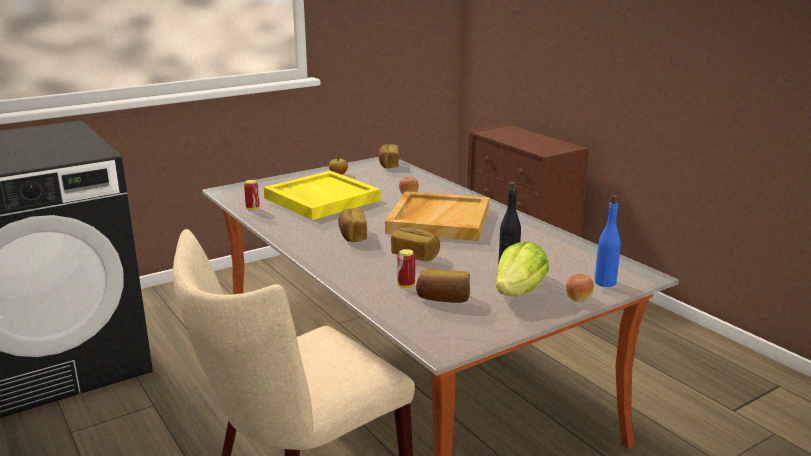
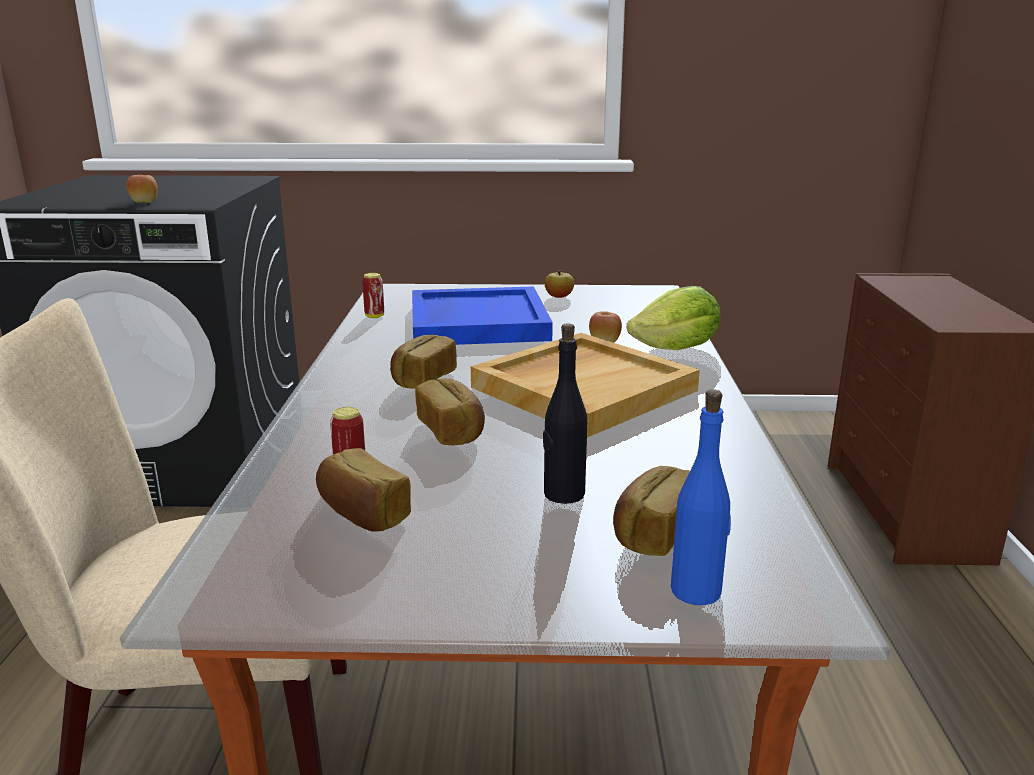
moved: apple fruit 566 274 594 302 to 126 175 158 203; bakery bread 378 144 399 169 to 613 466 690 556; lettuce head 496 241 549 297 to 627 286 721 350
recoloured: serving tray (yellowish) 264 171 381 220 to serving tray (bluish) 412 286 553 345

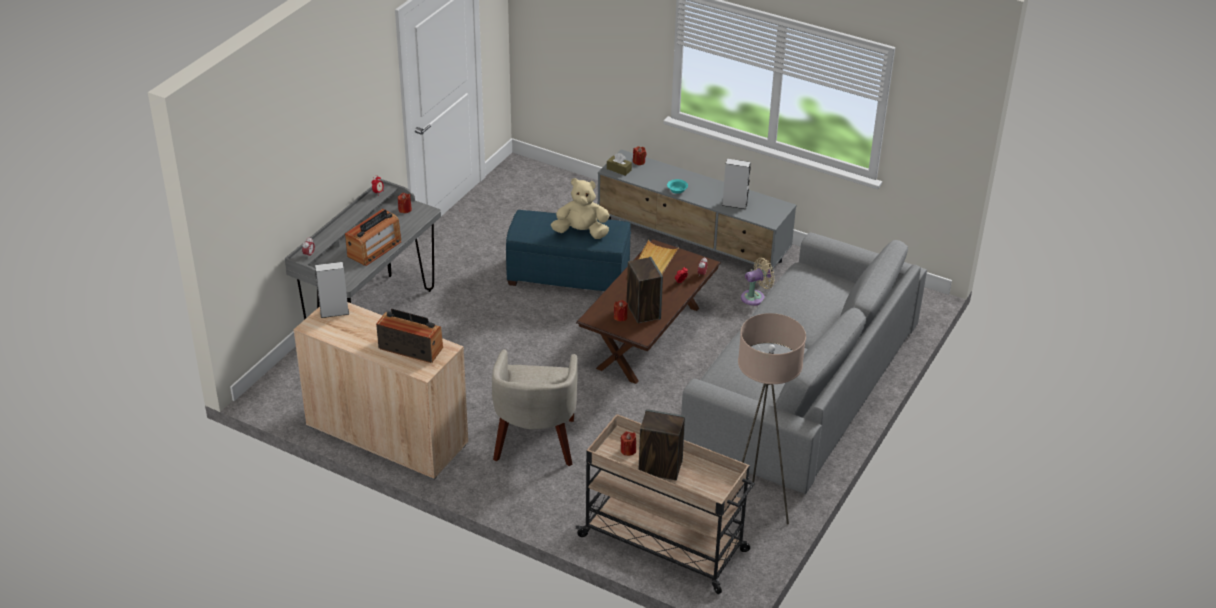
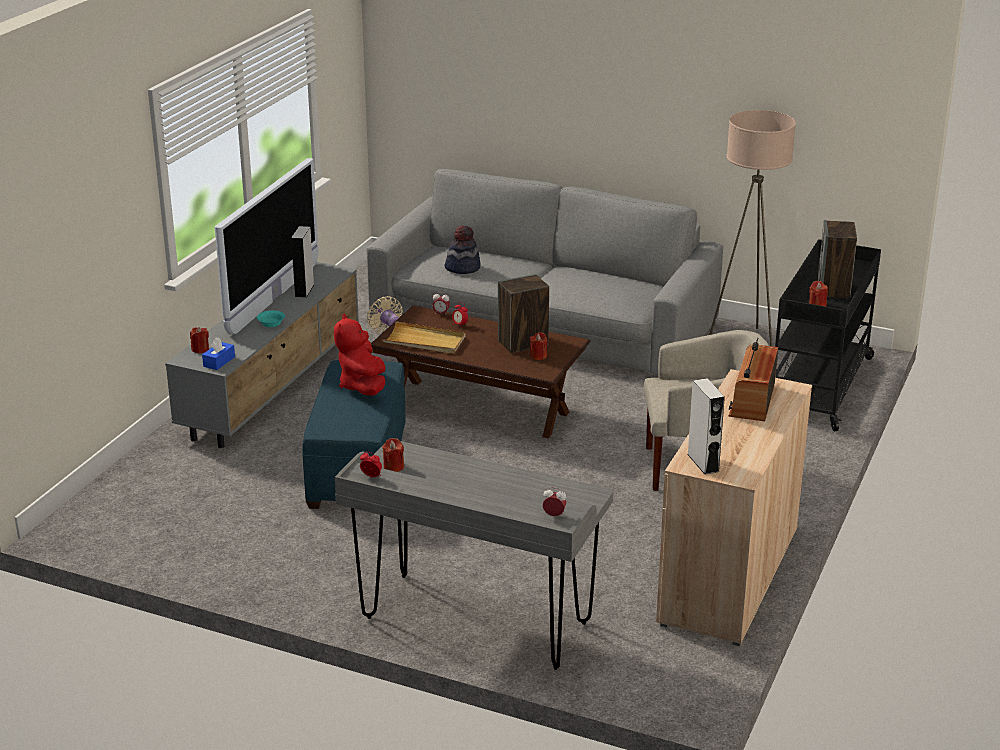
removed: radio 345 209 402 266
added: TV 215 158 319 334; wearable hat 444 225 481 274
recoloured: box of tissues (brown-coloured) 607 153 632 176 to box of tissues (bluish) 202 337 235 370; cuddly toy (beige) 551 178 610 239 to cuddly toy (red) 334 314 386 396; cart (beige) 575 414 755 594 to cart (black-coloured) 775 239 881 431

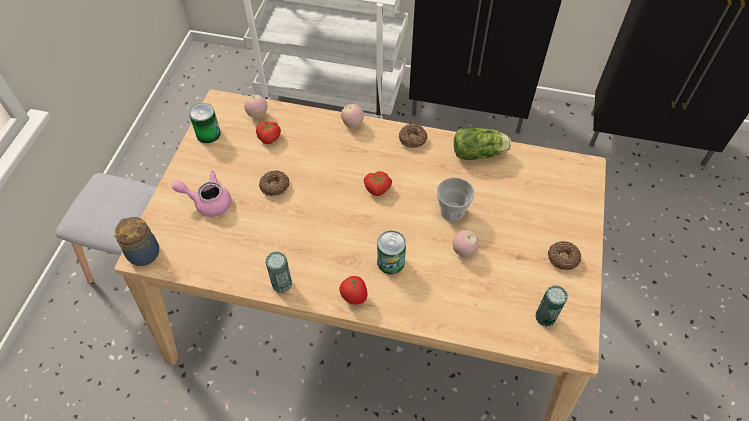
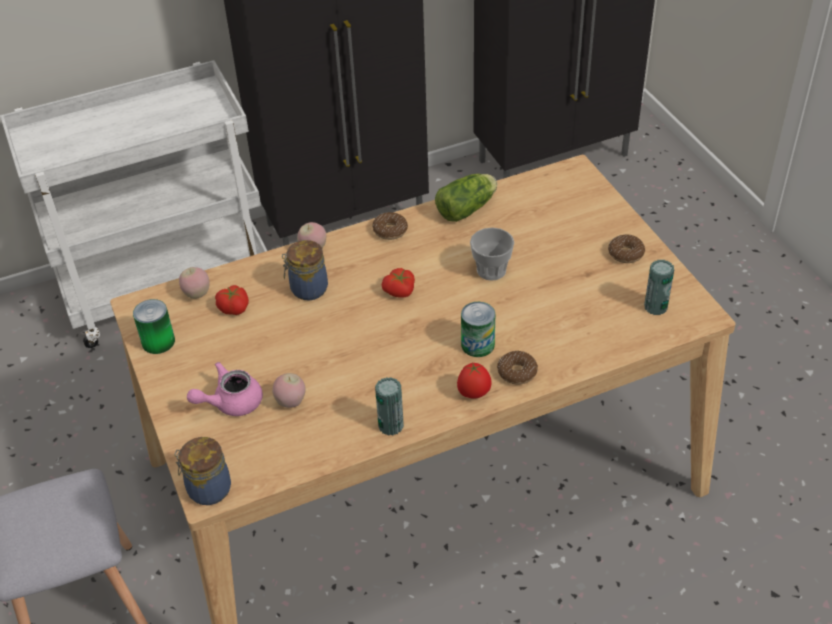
added: storage jar 282 240 328 300
moved: apple fruit 452 230 479 257 to 272 373 306 408; doughnut 259 170 289 196 to 497 351 538 385

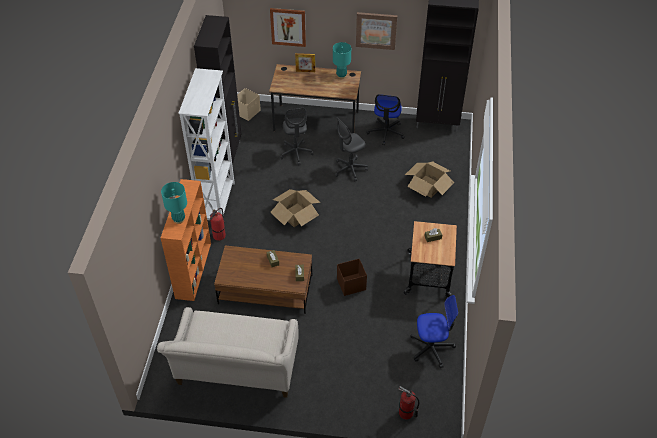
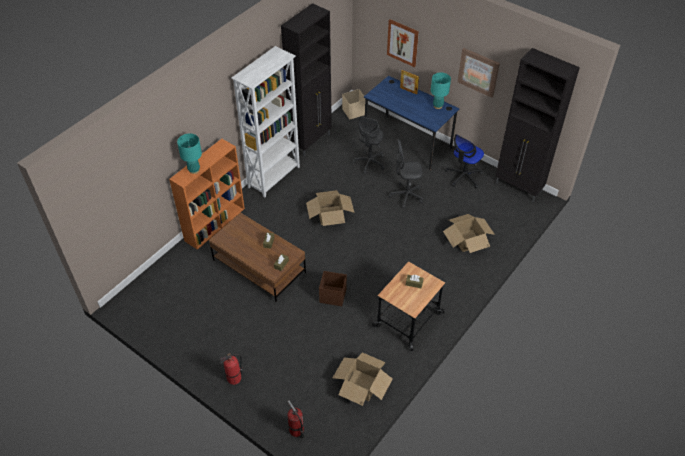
removed: sofa (beige) 157 307 299 398
moved: extinguisher 210 208 226 241 to 220 353 242 385
replaced: computer chair 410 295 459 368 to packing box 333 352 392 406
recoloured: desk (brown-coloured) 269 64 361 133 to desk (bluish) 364 76 459 170

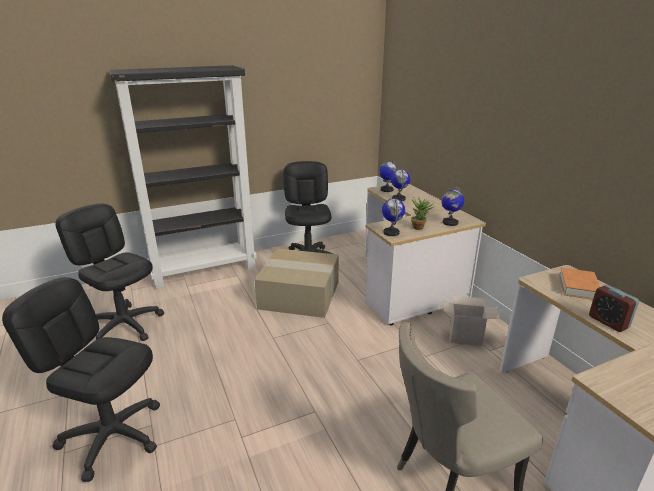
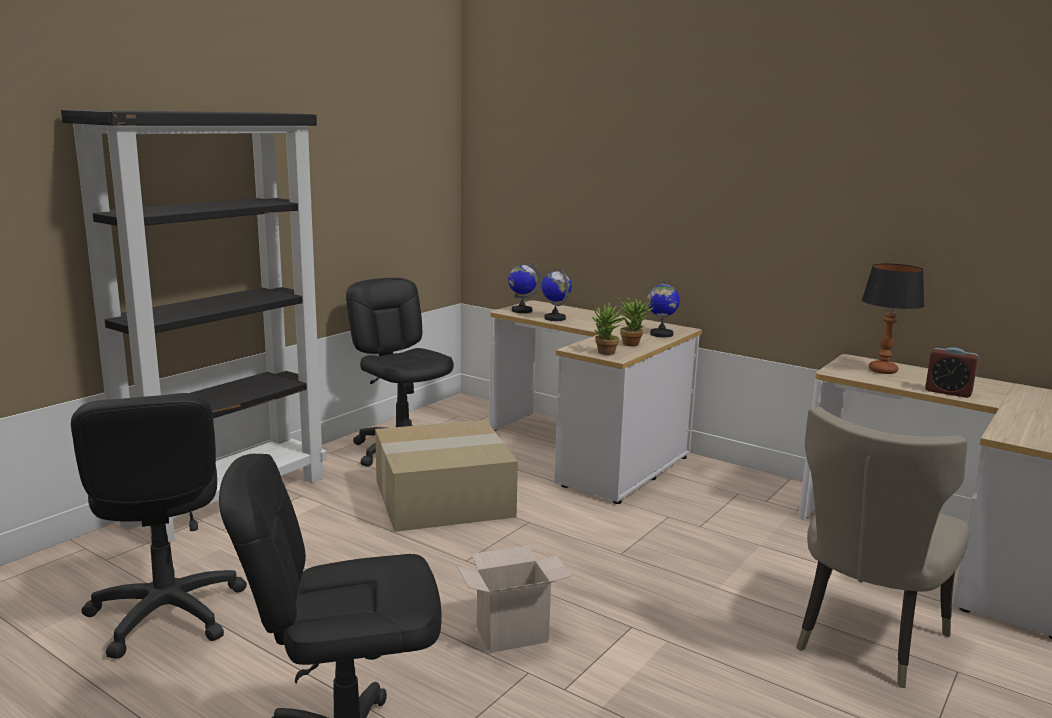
moved: packing box 443 296 500 346 to 457 545 572 653
replaced: world globe 382 198 405 236 to plant in a pot 592 302 627 355; volume (orange-coloured) 559 267 600 300 to table lamp 862 263 925 374
turned: computer chair (black-coloured) 55 203 164 341 = 71 393 247 659 120 degrees counterclockwise

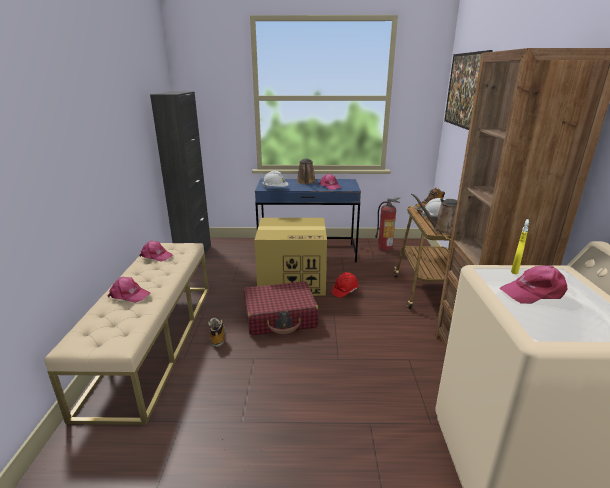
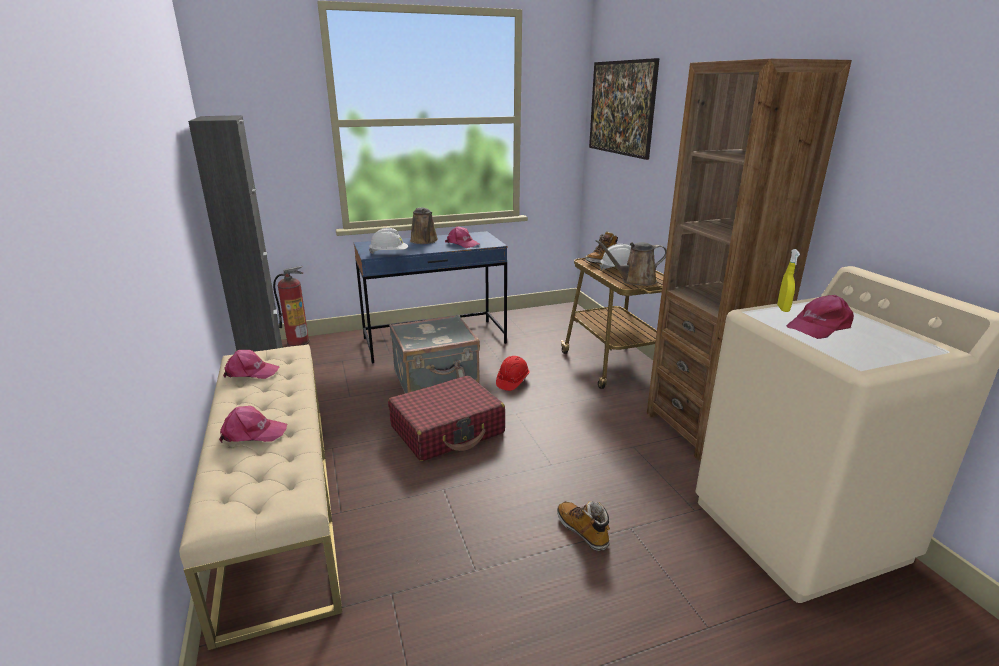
moved: extinguisher 375 197 401 252 to 273 266 309 347; tall boot 208 318 225 348 to 557 501 610 551
replaced: packing box 255 218 327 296 to piece of luggage (greyish) 389 315 480 393

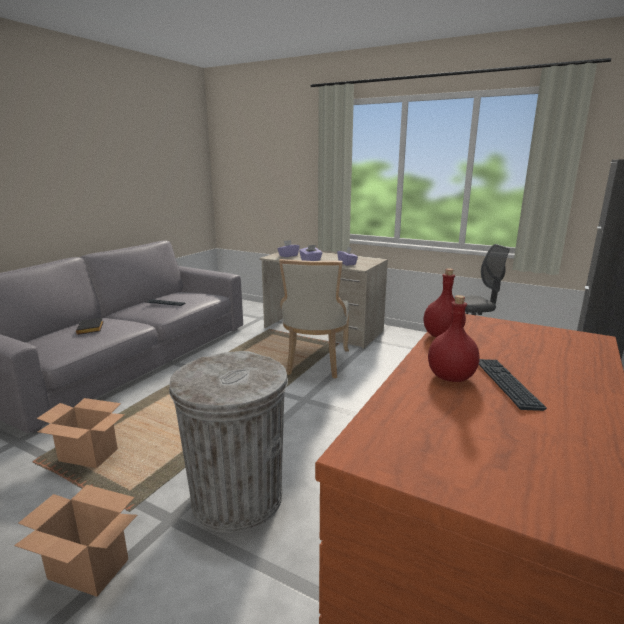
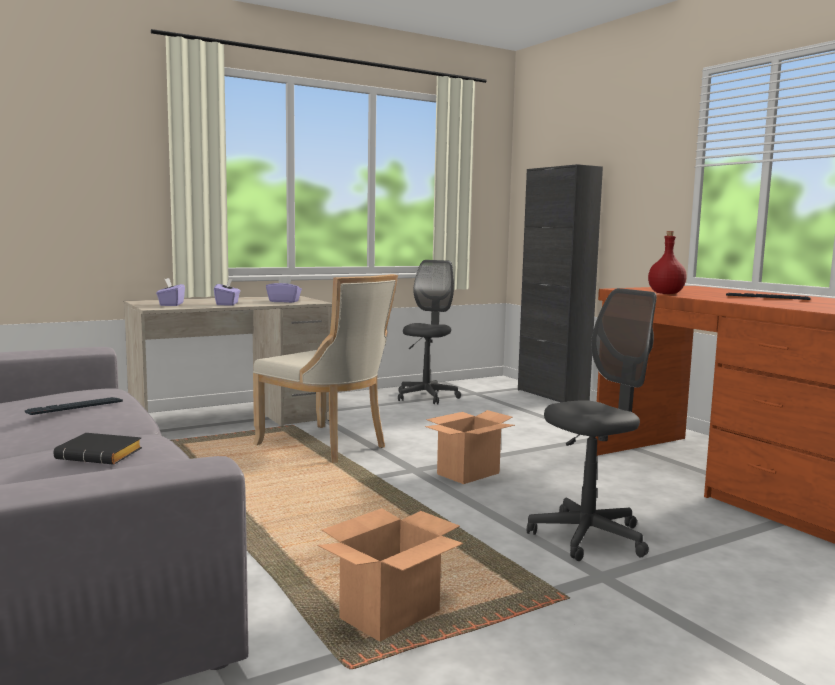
removed: drink bottle (red) 428 295 480 382
moved: packing box 14 485 137 597 to 425 410 515 484
replaced: waste bin (greyish) 169 351 288 533 to computer chair (greyish) 527 288 656 561

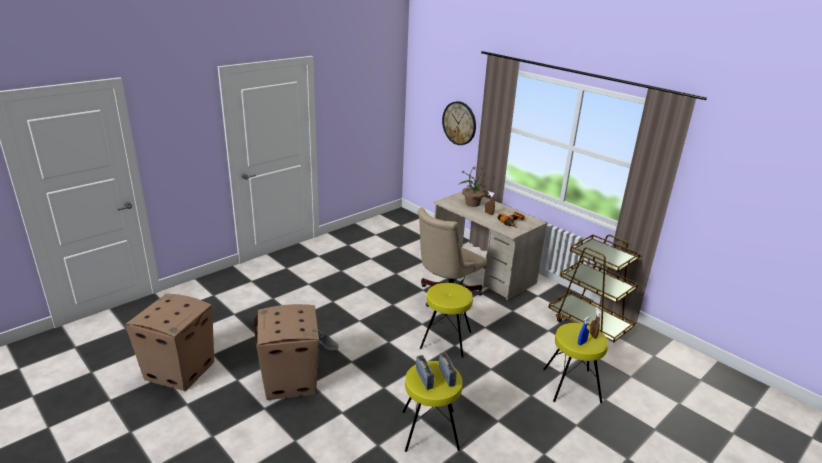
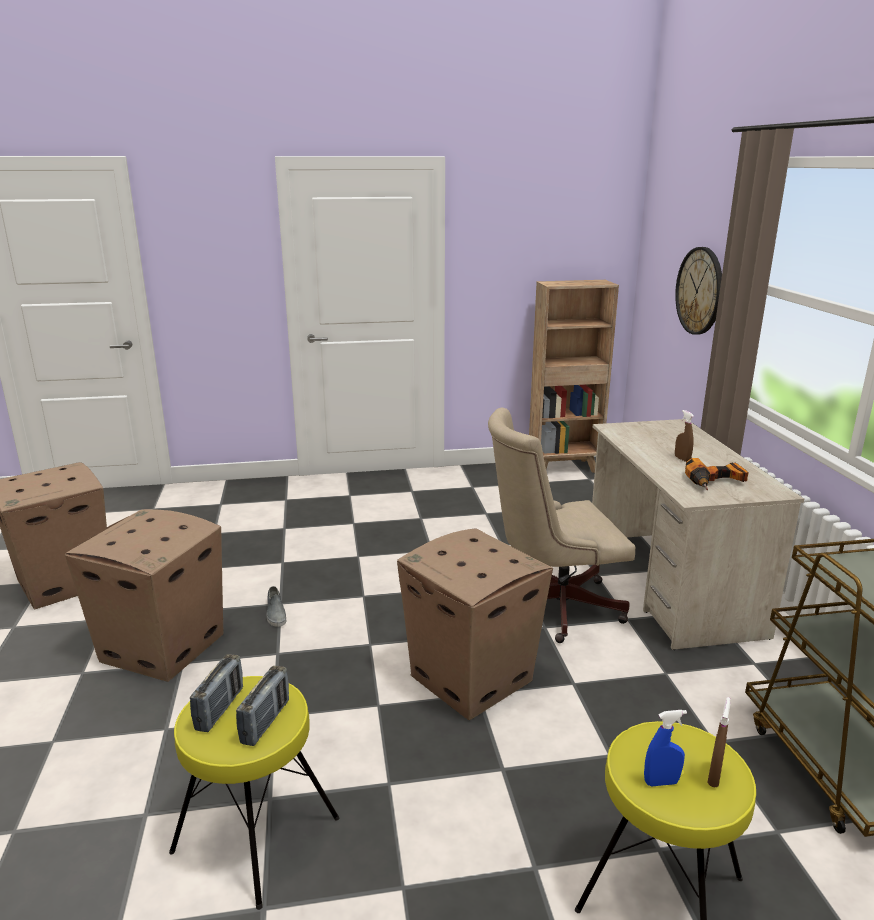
removed: plant in a pot 459 167 488 207
added: bookcase (brown-coloured) 529 280 619 473
replaced: stool (yellowish) 420 283 473 358 to packing box 397 528 553 720

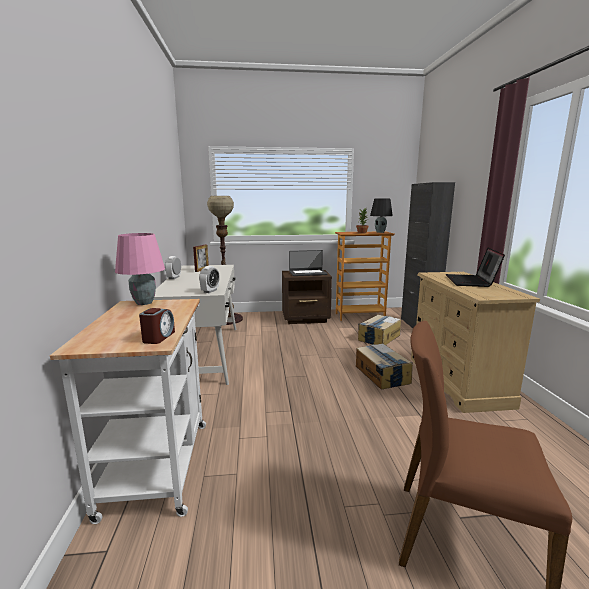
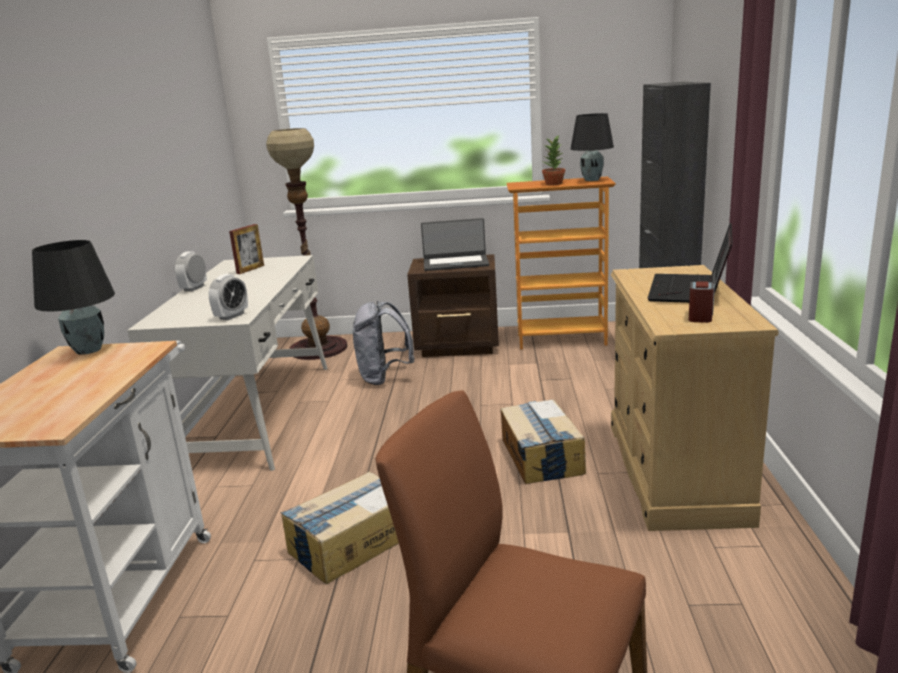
added: rucksack (greyish) 352 301 415 385
moved: packing box 358 315 401 345 to 280 471 399 584; alarm clock 139 308 175 344 to 689 281 714 323
recoloured: table lamp (pink-coloured) 115 233 165 305 to table lamp (black-coloured) 32 240 115 355

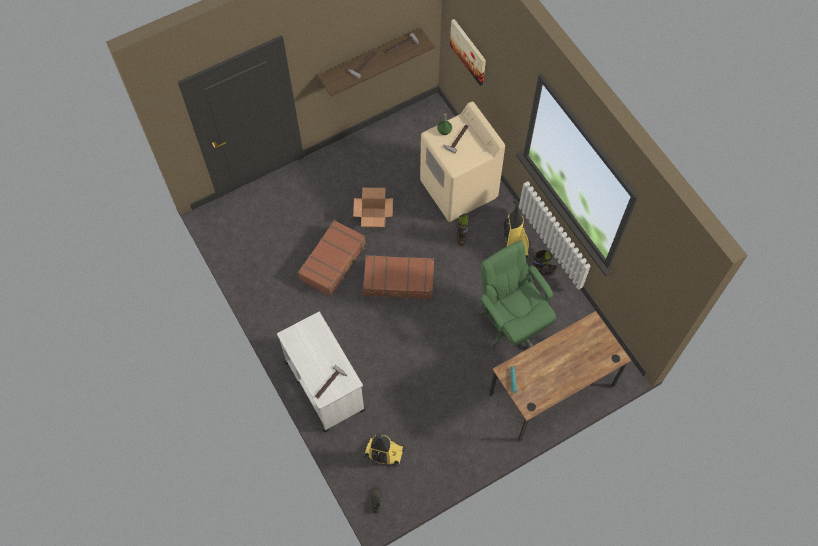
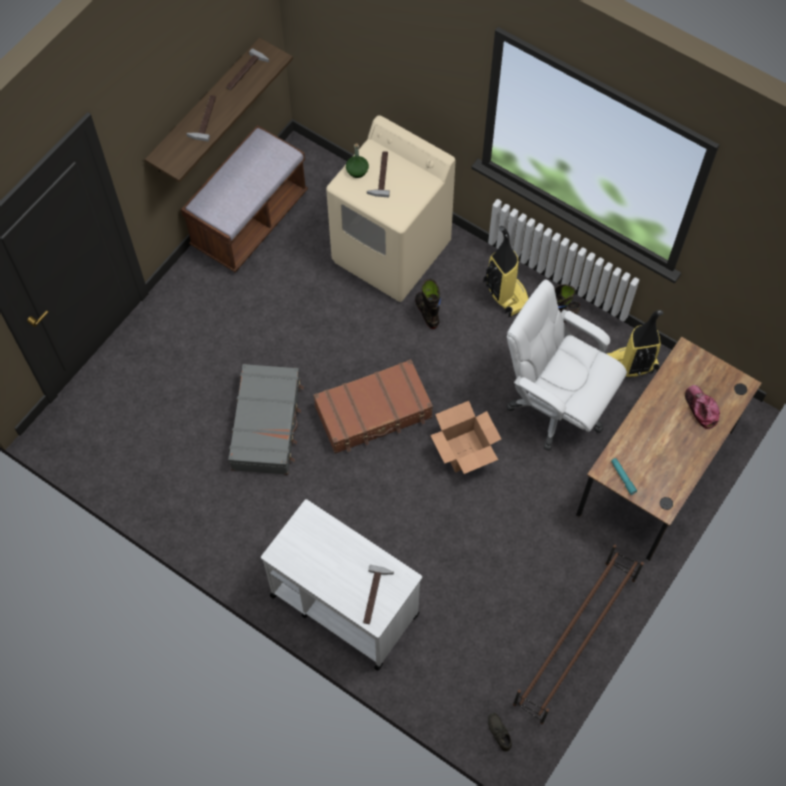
removed: wall picture 450 19 486 86
added: bench (brown-coloured) 181 125 308 273; shoe shelf (brown-coloured) 513 545 644 724; cap 685 385 720 429
moved: packing box 353 188 393 228 to 430 401 501 474; vacuum 364 433 404 466 to 605 310 663 377
recoloured: piece of luggage (brown-coloured) 298 220 366 296 to piece of luggage (greyish) 228 364 304 475; computer chair (greenish) 479 240 556 349 to computer chair (white) 506 280 627 451

